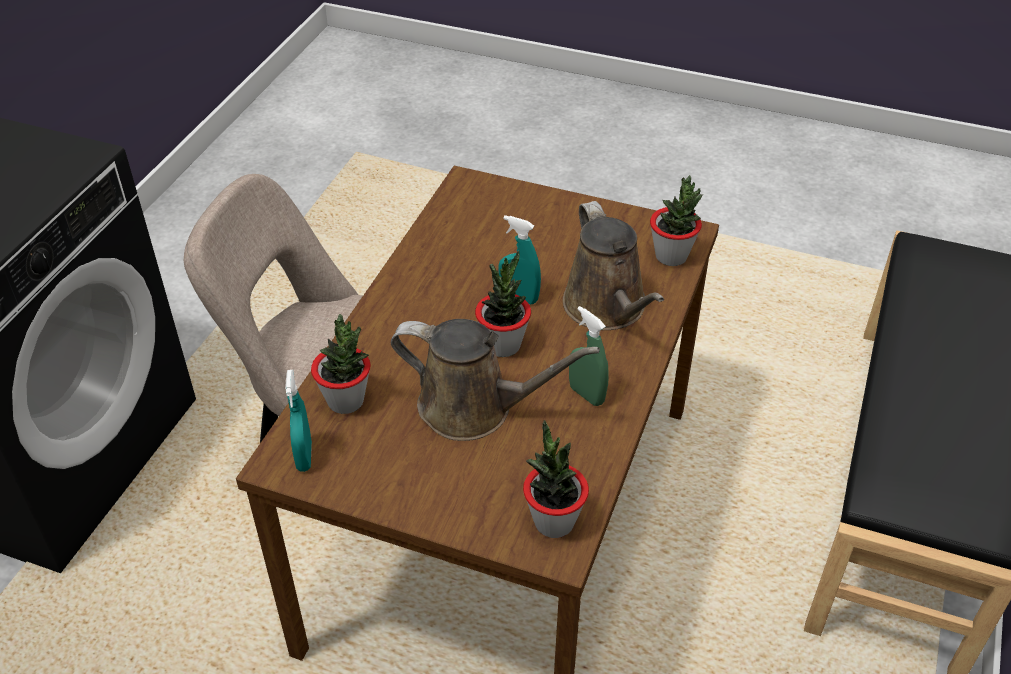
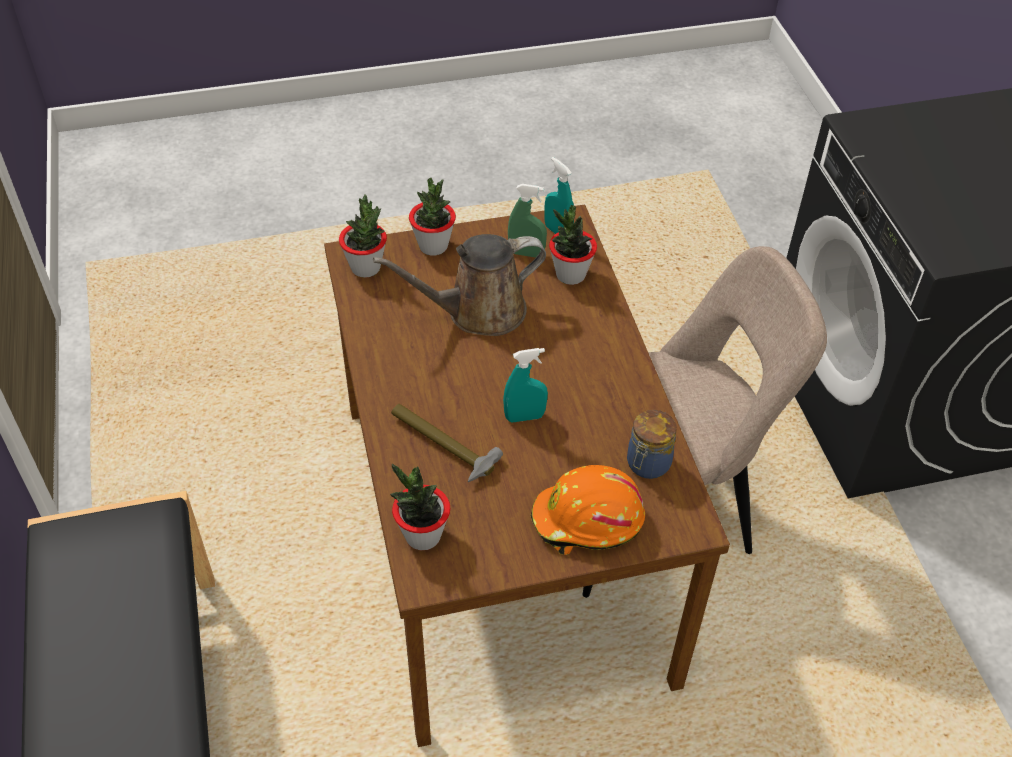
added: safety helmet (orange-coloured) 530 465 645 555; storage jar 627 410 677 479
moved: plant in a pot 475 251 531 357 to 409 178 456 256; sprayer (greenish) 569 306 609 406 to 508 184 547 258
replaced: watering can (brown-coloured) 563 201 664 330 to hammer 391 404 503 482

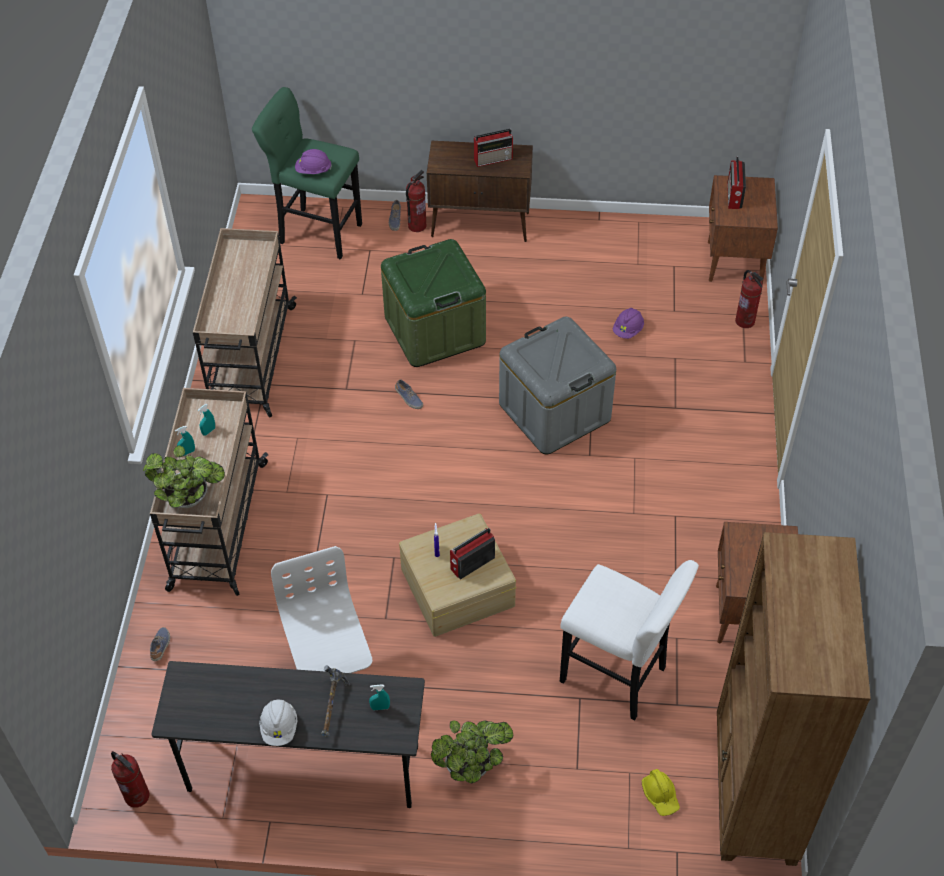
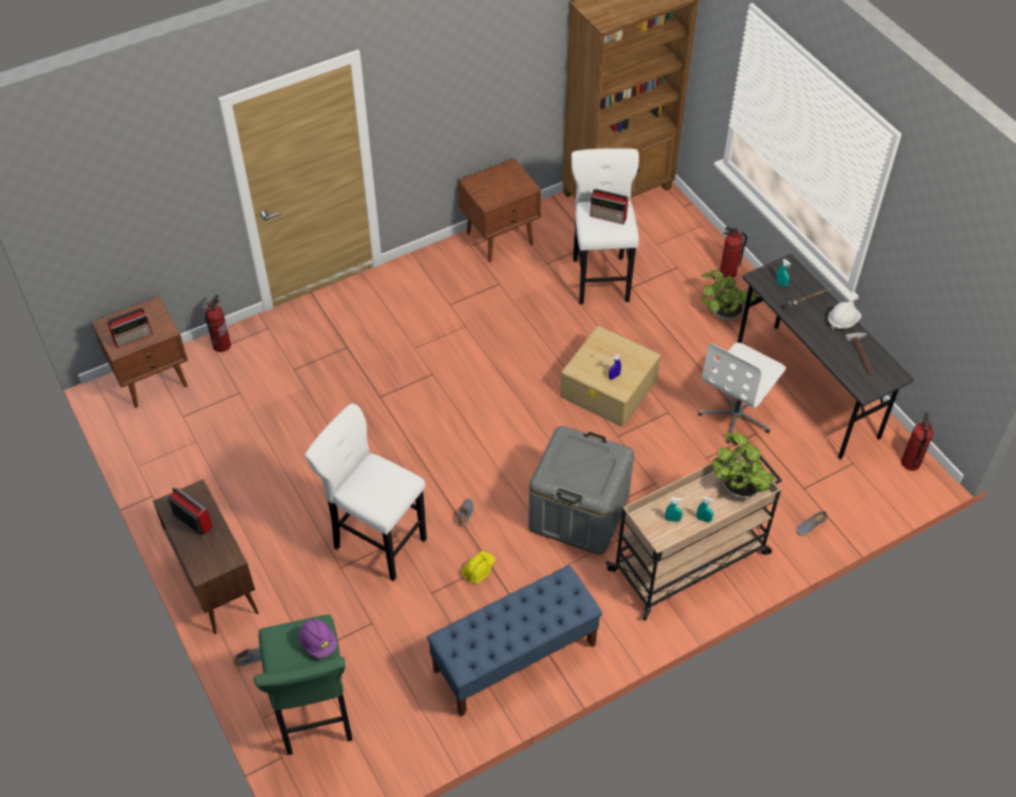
removed: safety helmet (purple) 613 308 644 339
added: hammer 845 333 873 374
moved: safety helmet (yellowish) 642 769 680 816 to 462 551 496 584; storage box (greyish) 499 317 616 454 to 528 426 634 555; radio 450 528 495 579 to 590 189 629 225; extinguisher 406 170 426 232 to 720 227 747 278
replaced: storage box (greenish) 381 239 486 367 to stool (white) 305 403 427 581; cart (beige) 193 228 297 417 to bench (bluish) 427 565 602 716

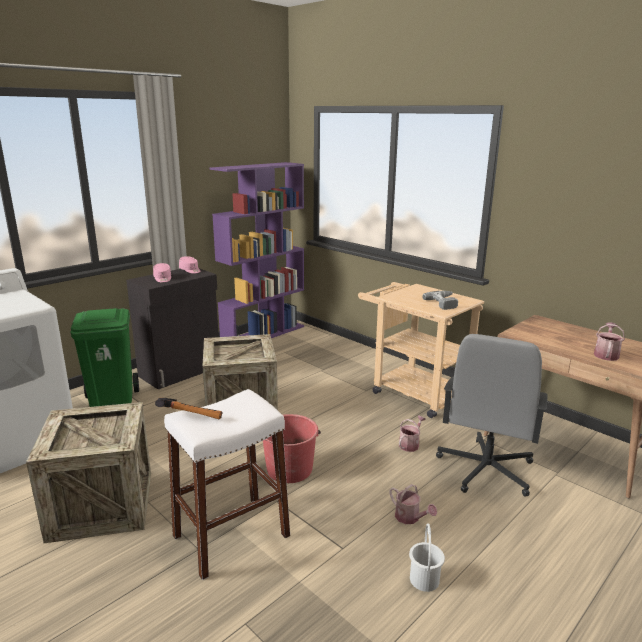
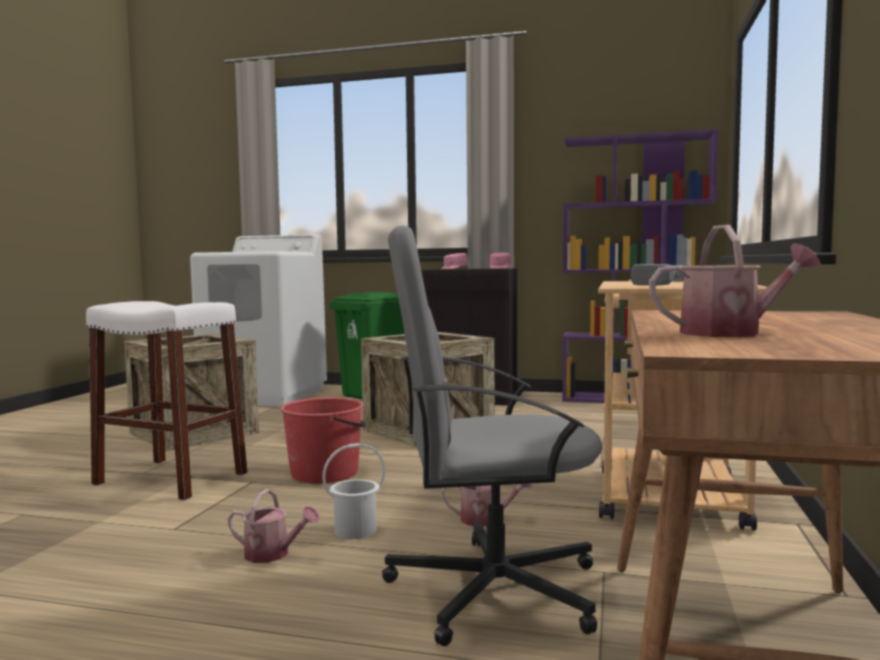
removed: hammer 155 398 223 419
moved: pail (white) 409 523 445 592 to 322 443 385 539
turned: watering can 389 484 437 524 = 228 489 320 563 90 degrees counterclockwise

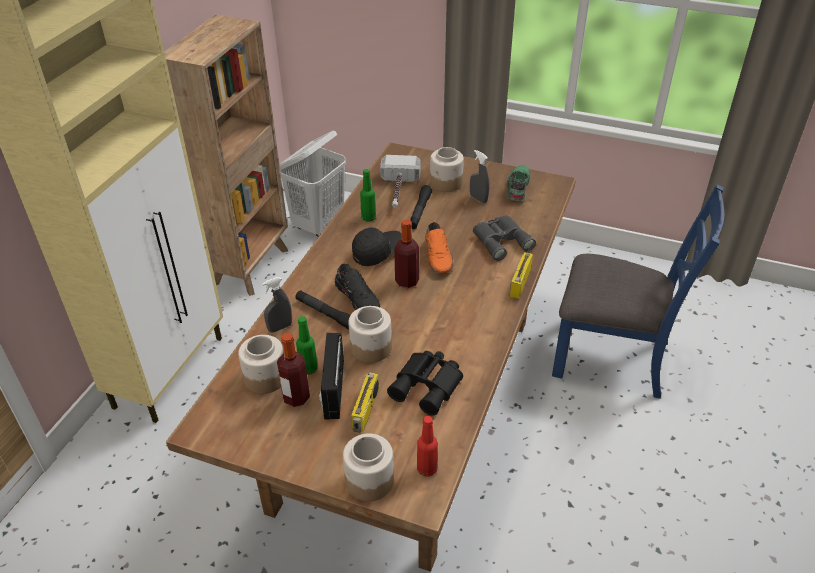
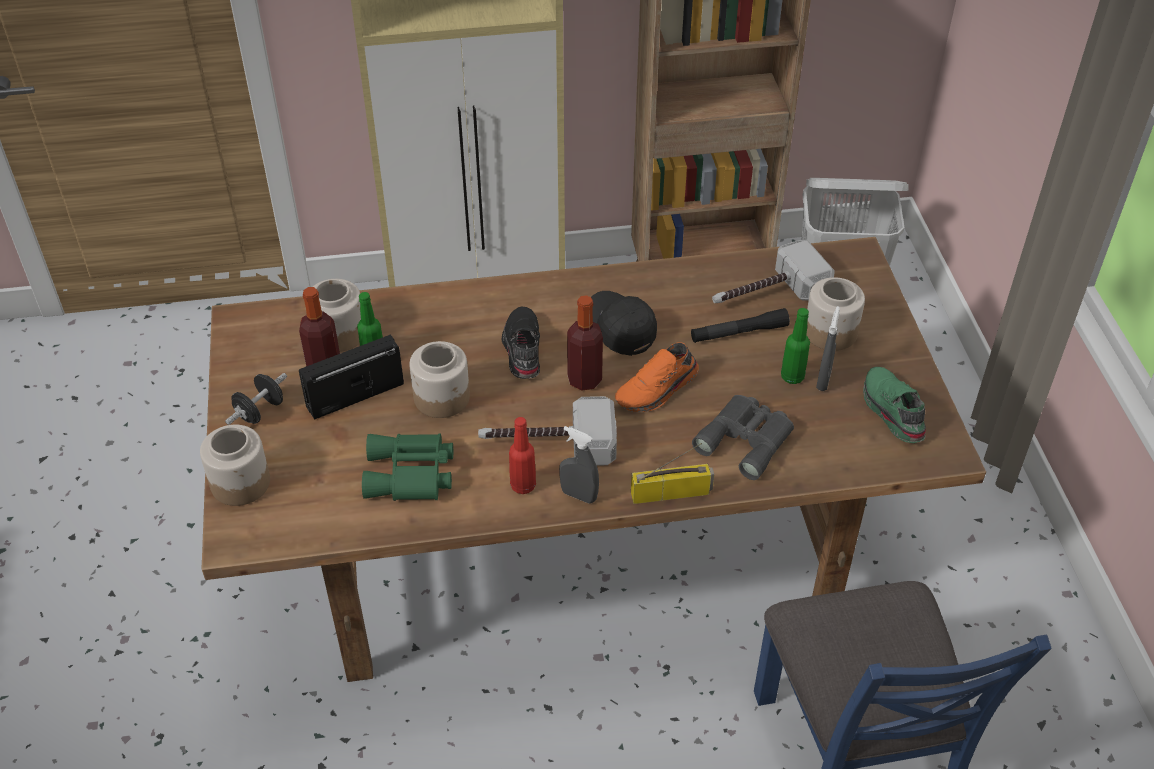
removed: flashlight (black-coloured) 295 290 350 329; radio 351 372 379 433
added: free weight (black-coloured) 225 373 287 425; hammer 478 396 617 466
moved: drink bottle (red) 417 416 438 477 to 509 417 536 494; sprayer (greyish) 262 277 292 333 to 559 426 599 504; drink bottle (greenish) 360 169 376 221 to 781 308 810 384
recoloured: field glasses (black-coloured) 387 351 463 416 to field glasses (greenish) 362 433 453 501
turned: shoe (black-coloured) 334 264 380 310 = 502 307 540 379 150 degrees clockwise; cap (black-coloured) 352 227 401 266 = 591 291 657 356 150 degrees counterclockwise; shoe (greenish) 506 166 530 201 = 863 367 926 443 90 degrees counterclockwise

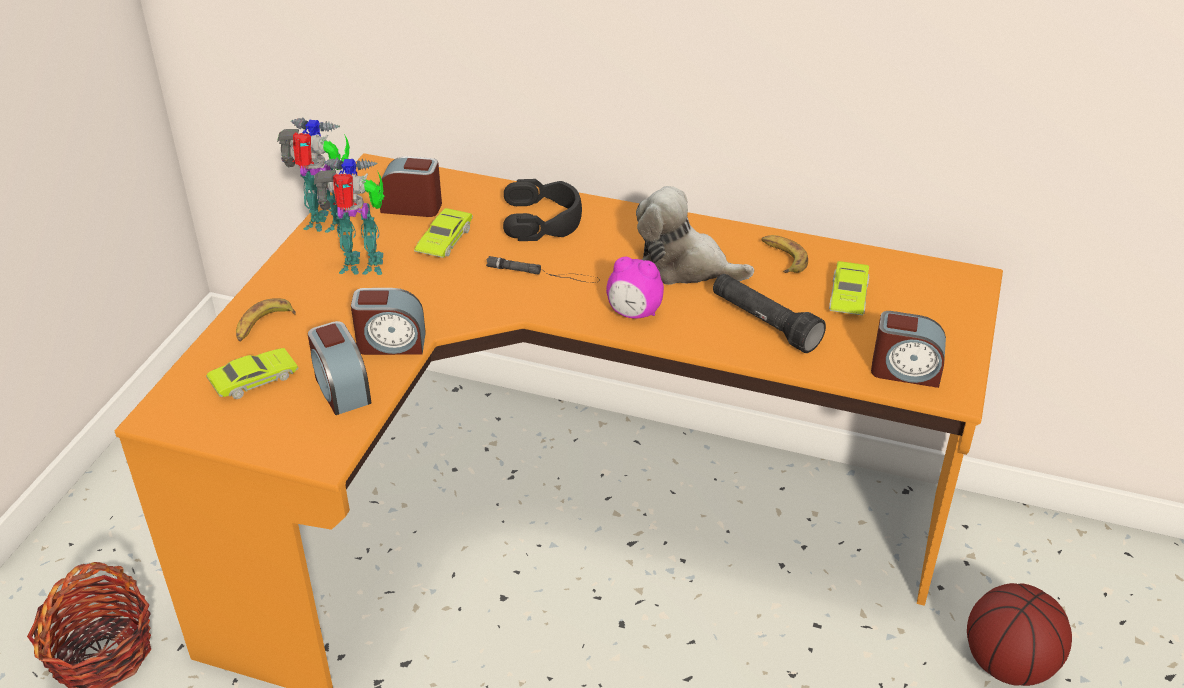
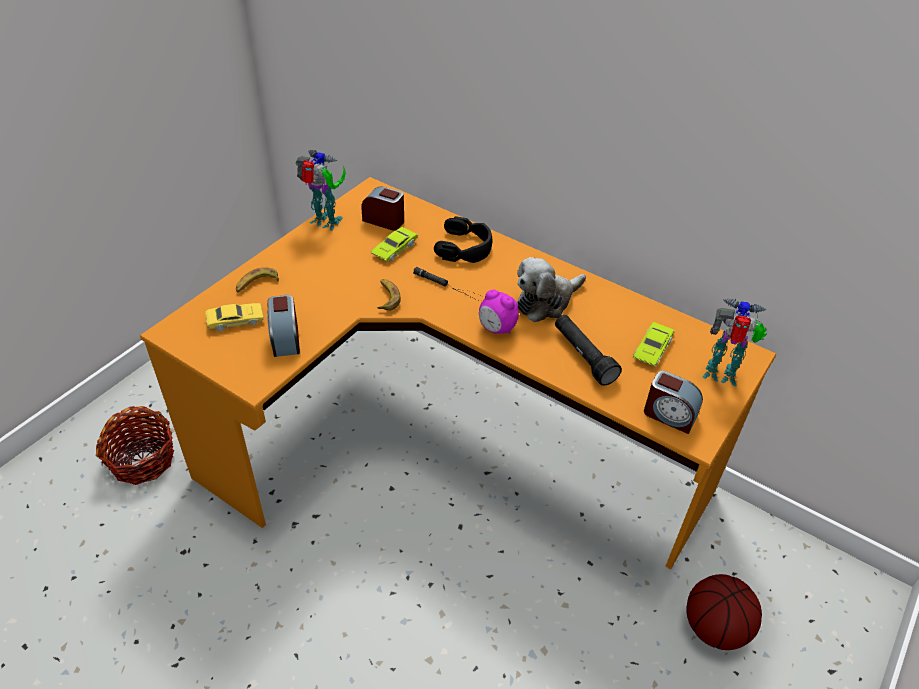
removed: alarm clock 351 288 426 355
moved: whole banana 762 235 808 273 to 377 279 401 311; model robot 314 158 385 275 to 703 299 767 386
recoloured: model car (greenish) 206 348 299 399 to model car (yellowish) 205 303 264 332
turned: cuddly toy 636 186 754 285 = 517 257 586 322 75 degrees counterclockwise

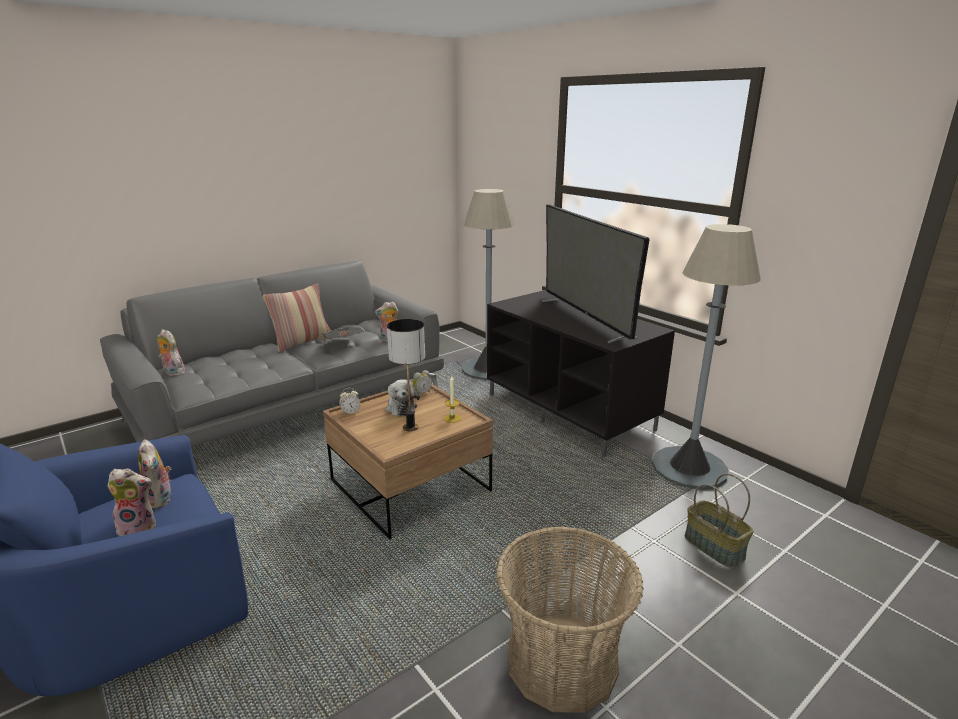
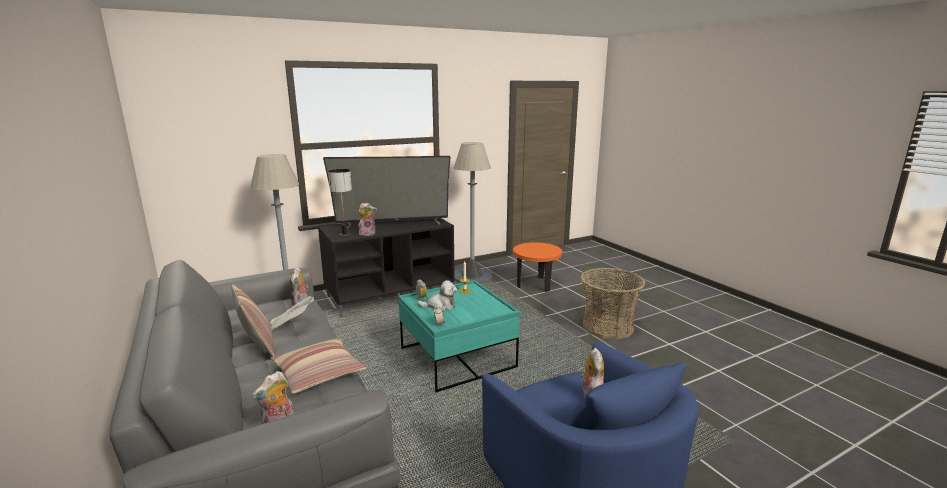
added: cushion 271 337 367 394
moved: table lamp 387 319 425 431 to 328 169 352 236; cuddly toy 138 440 171 509 to 358 203 377 236
replaced: storage basket 685 474 753 568 to end table (orange-coloured) 513 242 563 292
recoloured: lounge table (brown-coloured) 323 384 493 540 to lounge table (turquoise-coloured) 398 280 520 392

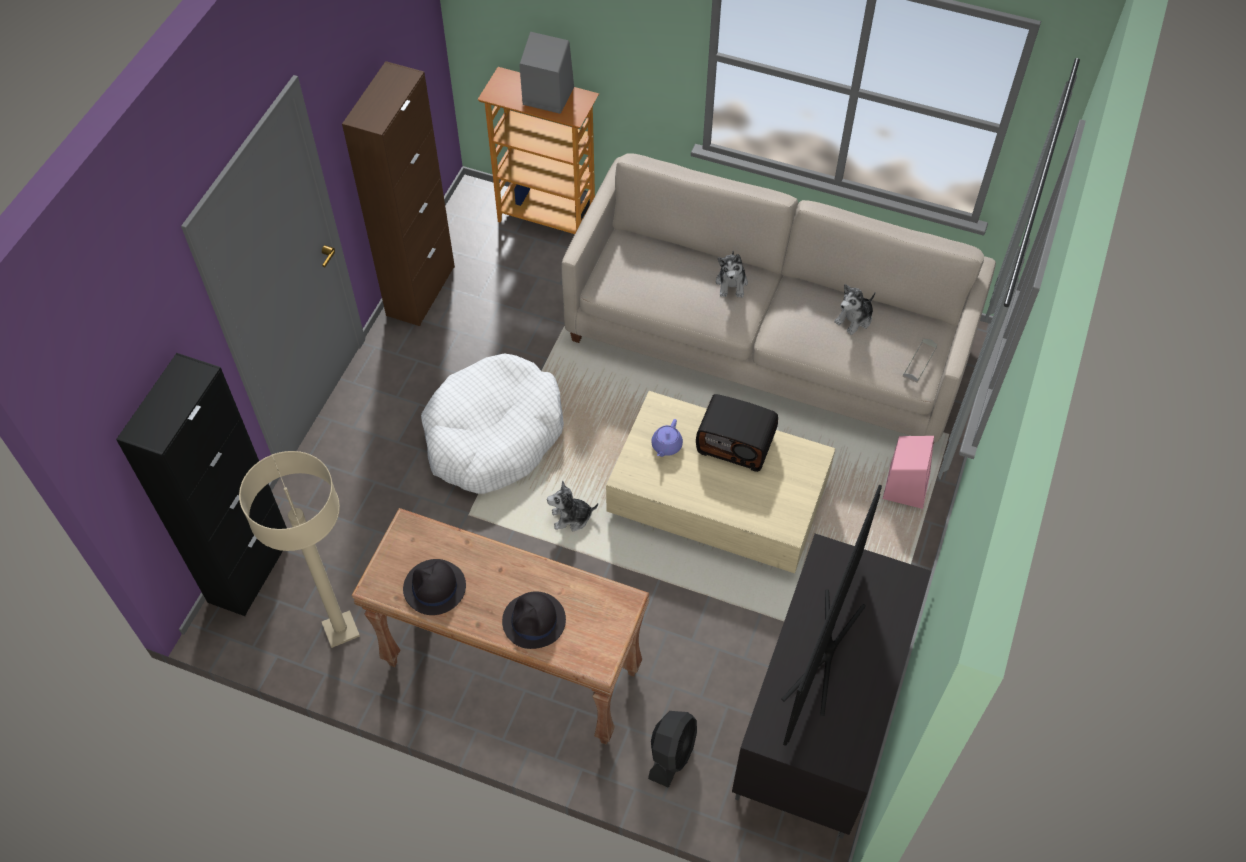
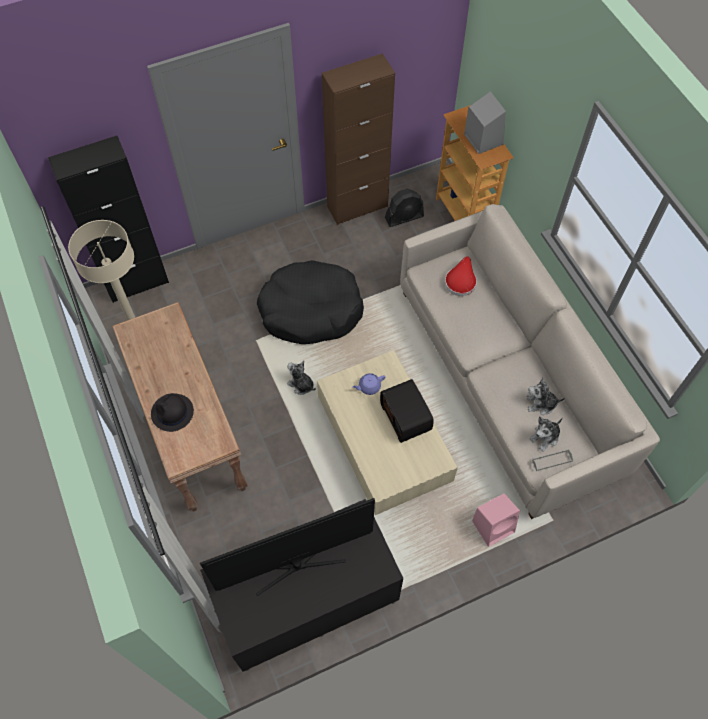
removed: wearable hat (black-coloured) 403 559 466 615
added: wearable hat (red) 445 256 477 296
moved: electric fan (black-coloured) 648 711 697 788 to 385 189 424 227; cuddly toy 716 251 748 298 to 529 416 562 452
recoloured: pet bed (white) 421 353 564 494 to pet bed (black-coloured) 257 260 364 344

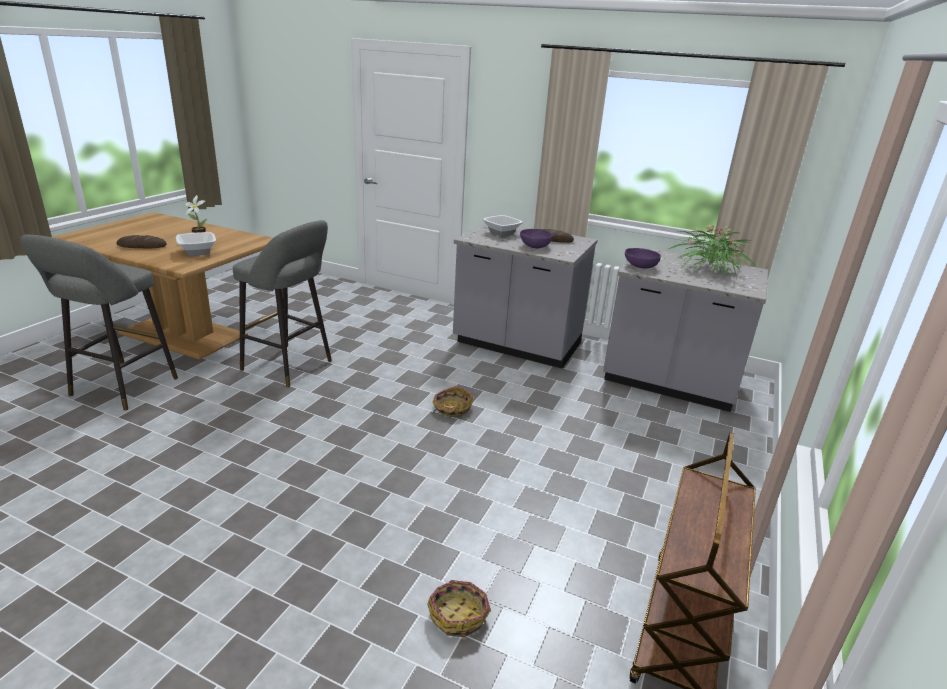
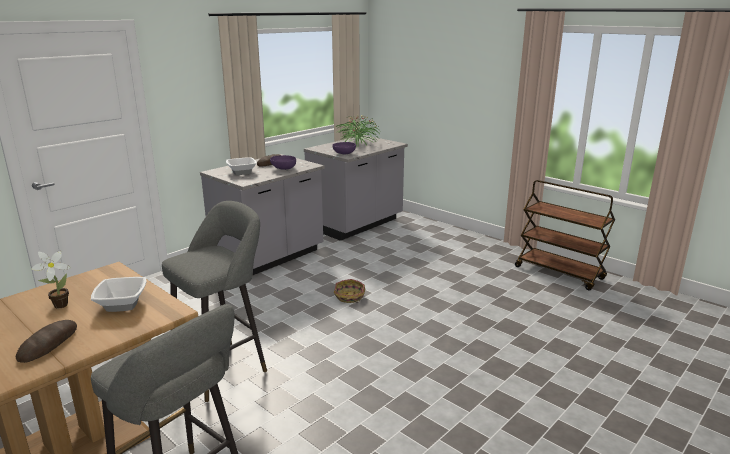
removed: storage basket 427 580 491 637

